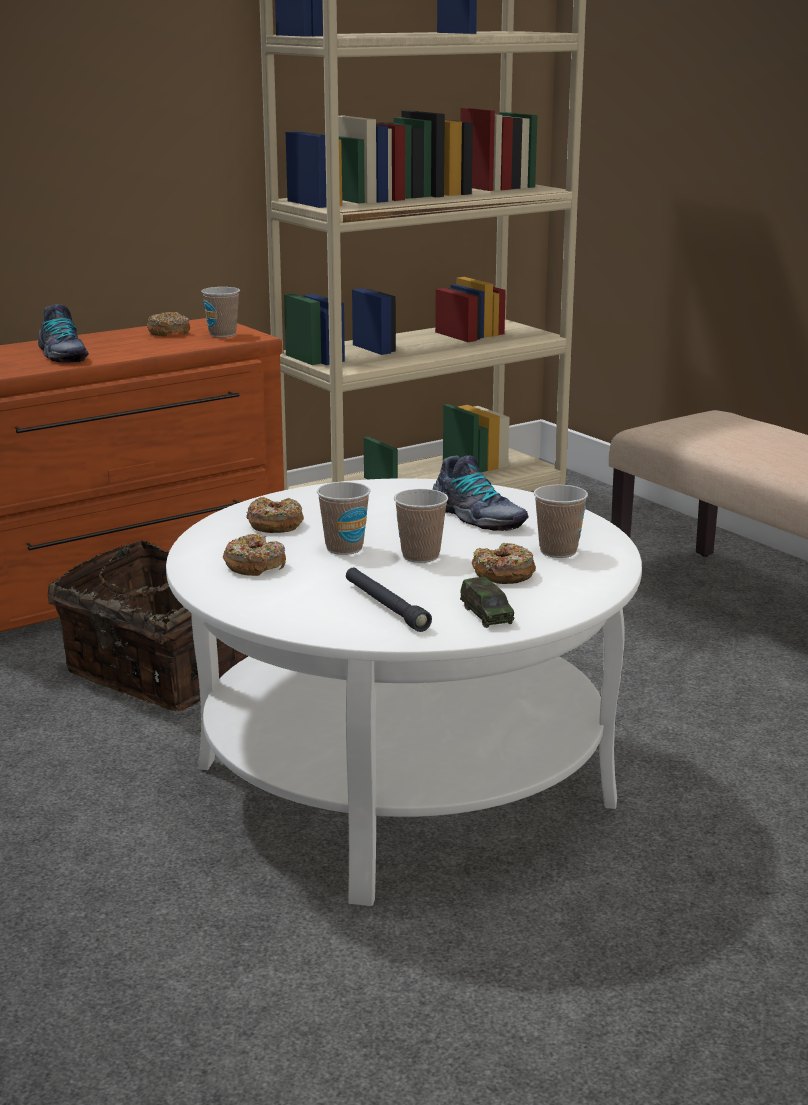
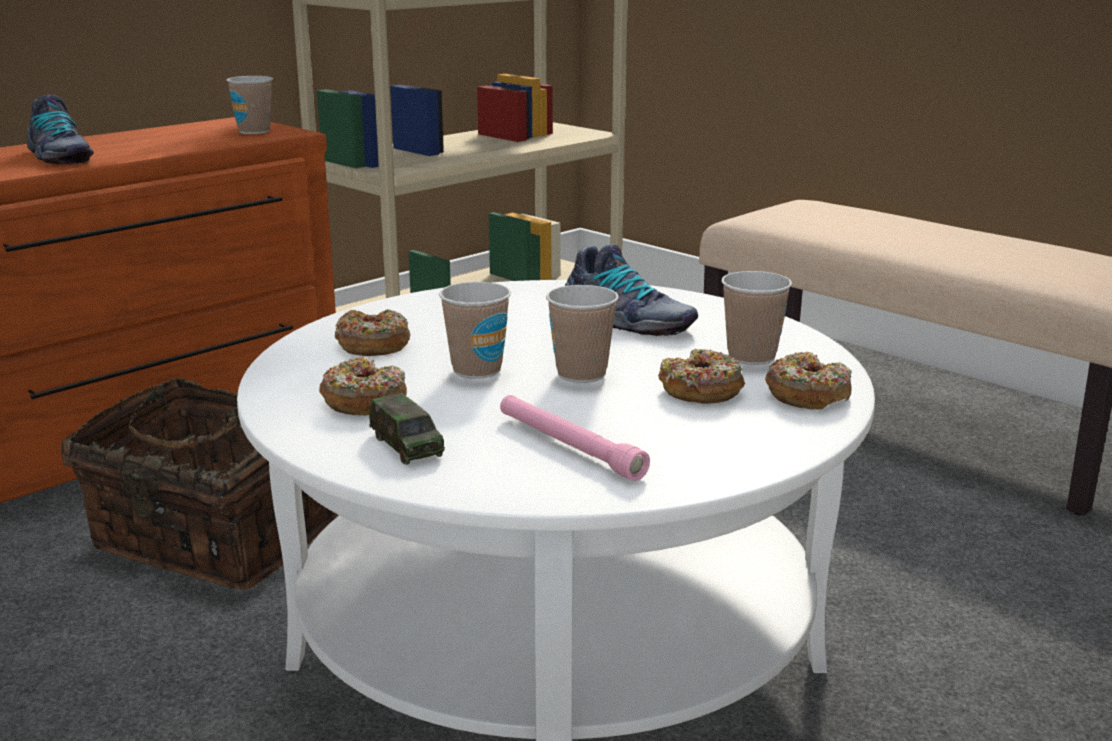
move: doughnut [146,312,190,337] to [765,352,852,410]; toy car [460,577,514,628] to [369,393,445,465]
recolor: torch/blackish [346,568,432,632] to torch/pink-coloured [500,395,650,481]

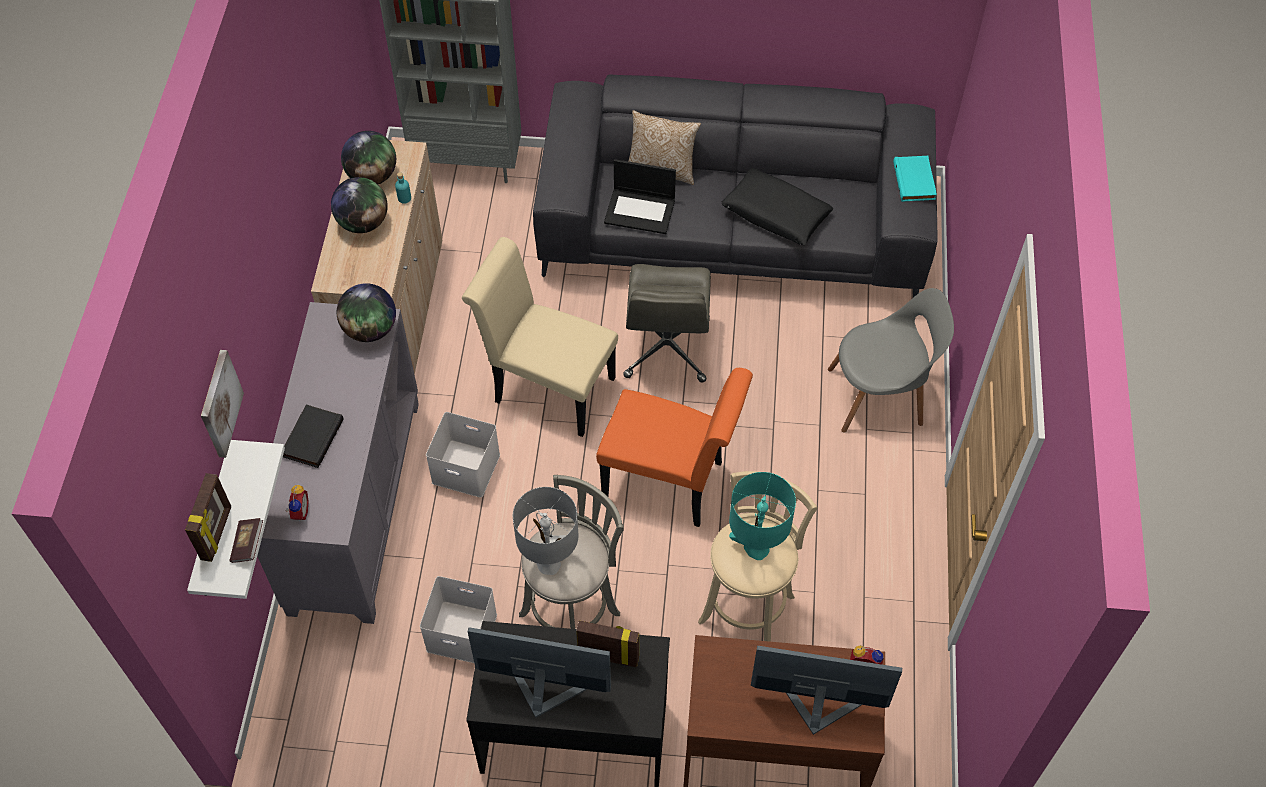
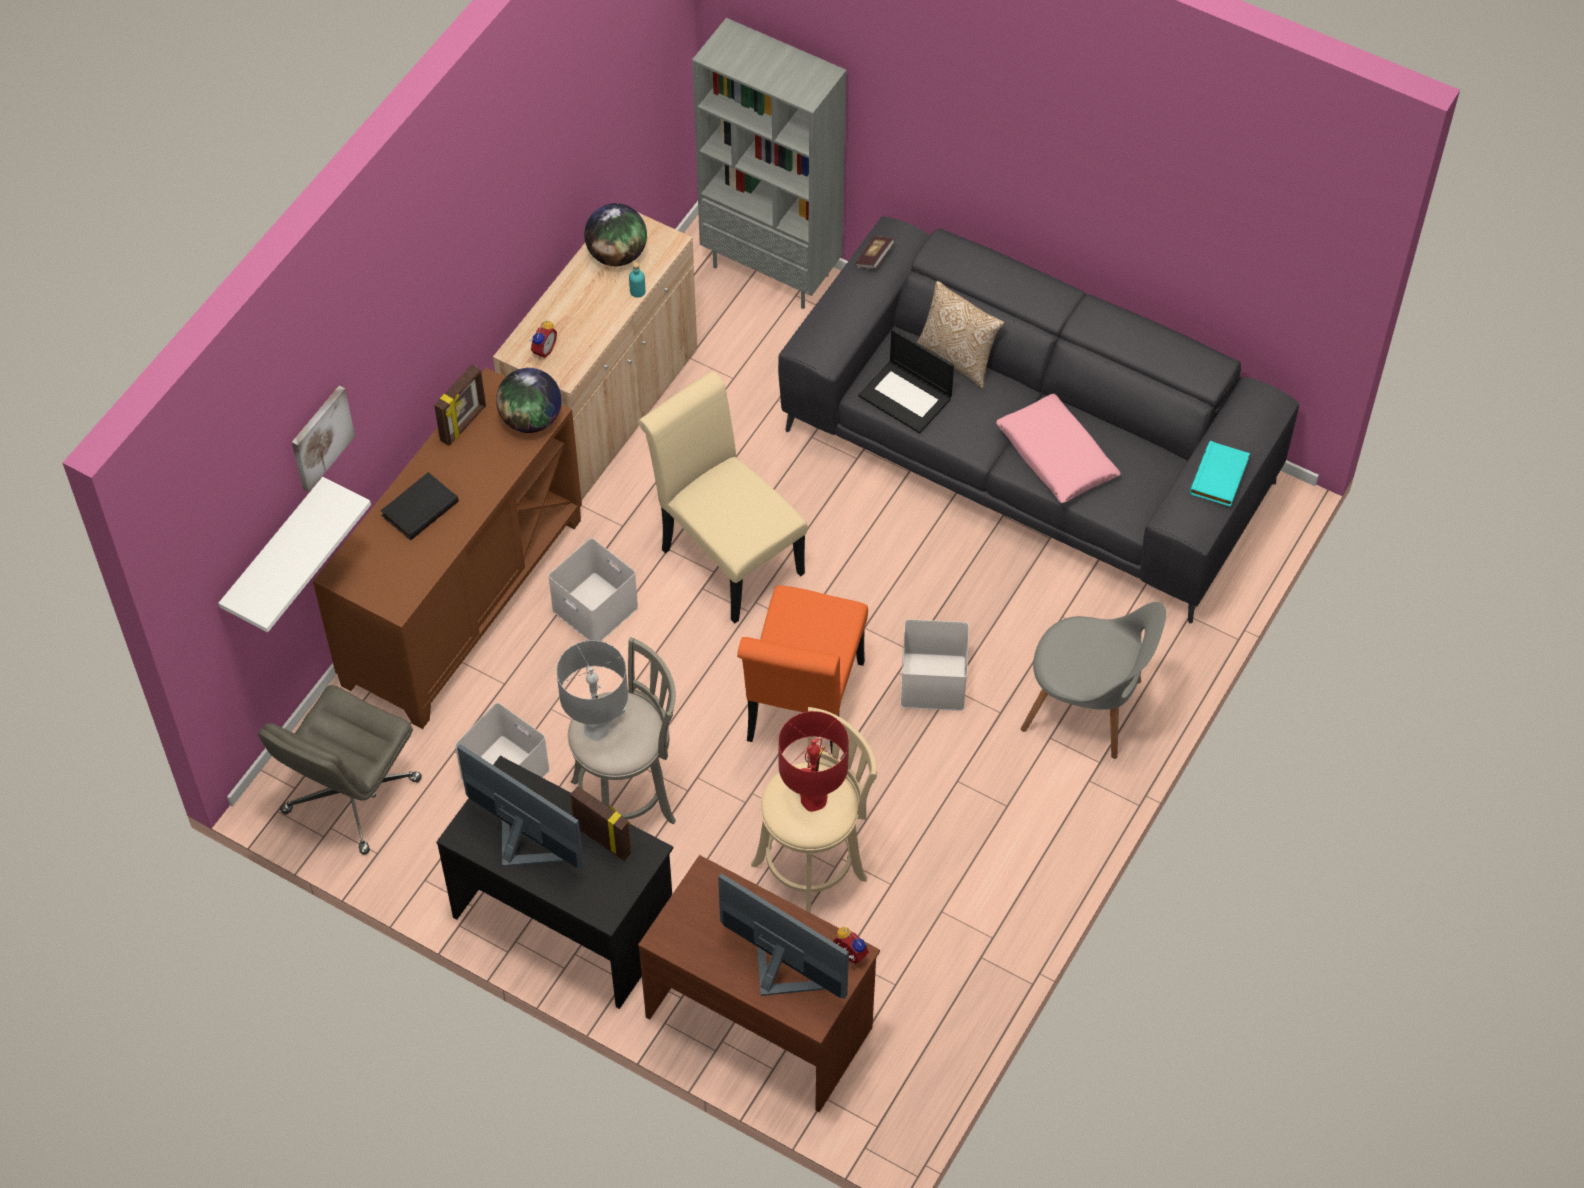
delete: desk globe [331,177,388,233]
insert: storage container/whitish [900,619,969,711]
move: standing frame [185,473,231,562] to [434,364,486,446]; bound book [230,518,263,563] to [855,236,895,269]; bedside clock [285,485,309,522] to [529,321,557,358]; desk chair/grey [623,264,711,383] to [258,685,422,855]
recolor: cabinet/grey [257,302,419,624] to cabinet/brown-coloured [313,368,582,729]; pillow/blackish [722,168,833,245] to pillow/pink-coloured [996,394,1120,503]; lamp for a table/turquoise-coloured [729,472,796,560] to lamp for a table/red-coloured [778,711,849,812]
rotate: upright chair/orange [596,368,753,527] = [737,585,868,755] 60 degrees clockwise

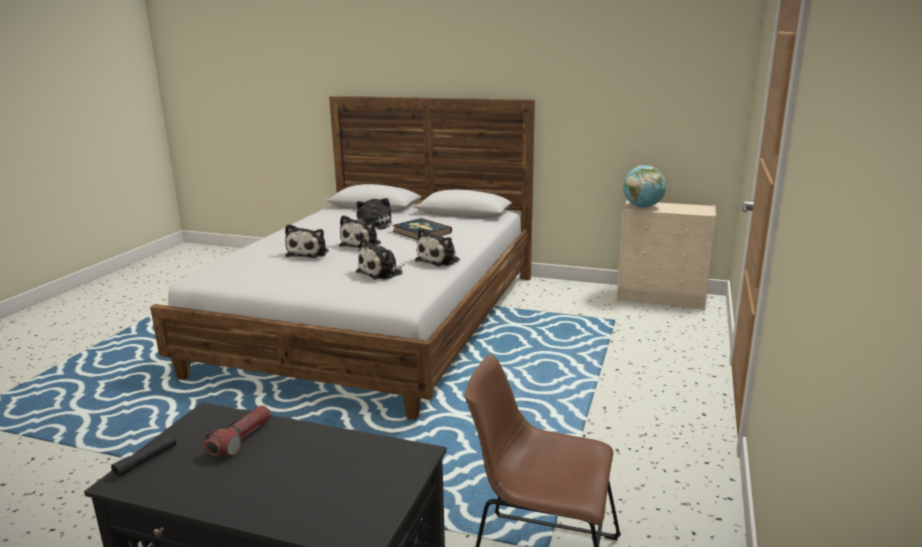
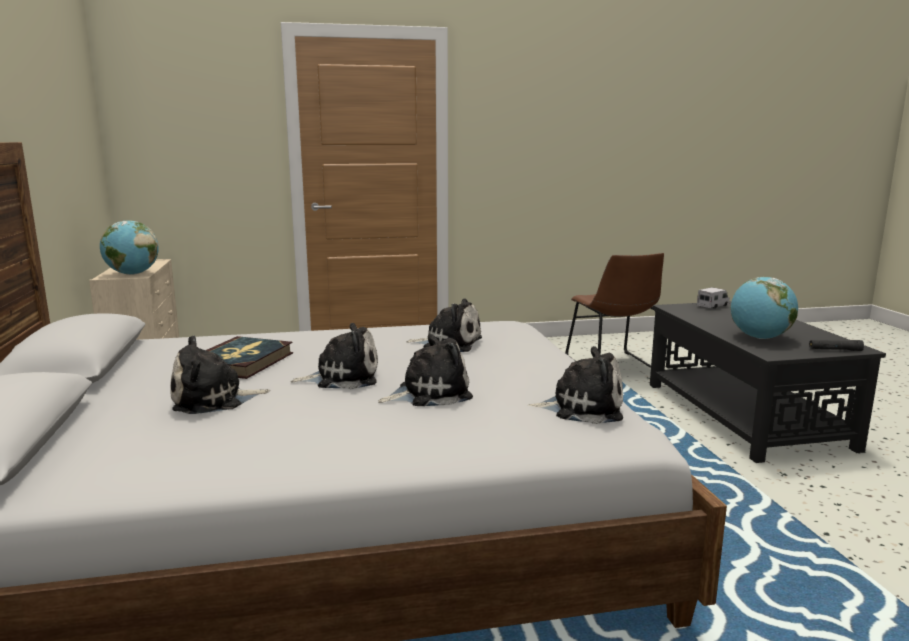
insert: toy truck [697,287,730,309]
move: cuddly toy [415,228,460,266] to [528,346,623,424]
replace: torch [204,405,271,456] to desk globe [730,277,798,339]

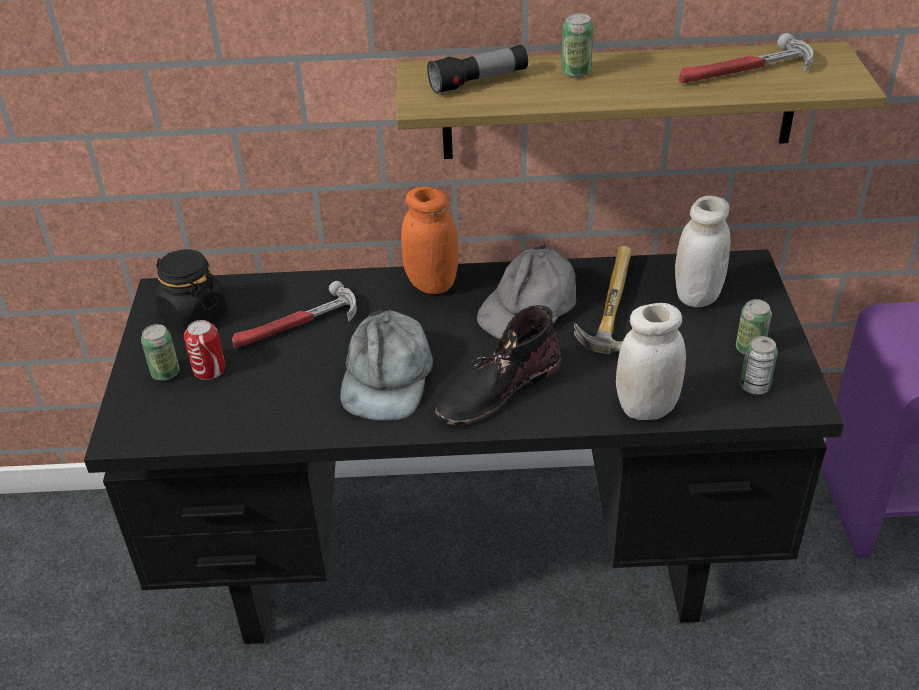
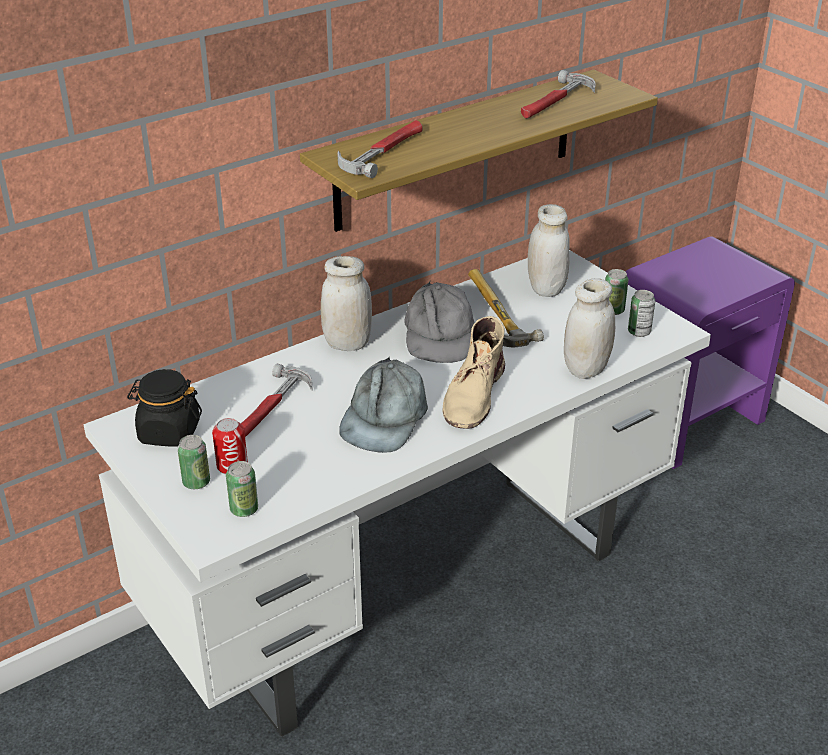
move: can [561,13,593,78] to [226,461,258,517]
replace: torch [427,45,528,94] to tool hammer [337,120,422,178]
recolor: desk/blackish [84,249,844,645] to desk/whitish [83,250,711,737]; storage jar/orange [401,186,459,294] to storage jar/whitish [321,256,372,351]; tall boot/blackish [435,305,561,425] to tall boot/sand-coloured [443,316,505,429]
rotate: cap/grey [340,308,433,421] = [339,358,428,453] 45 degrees clockwise

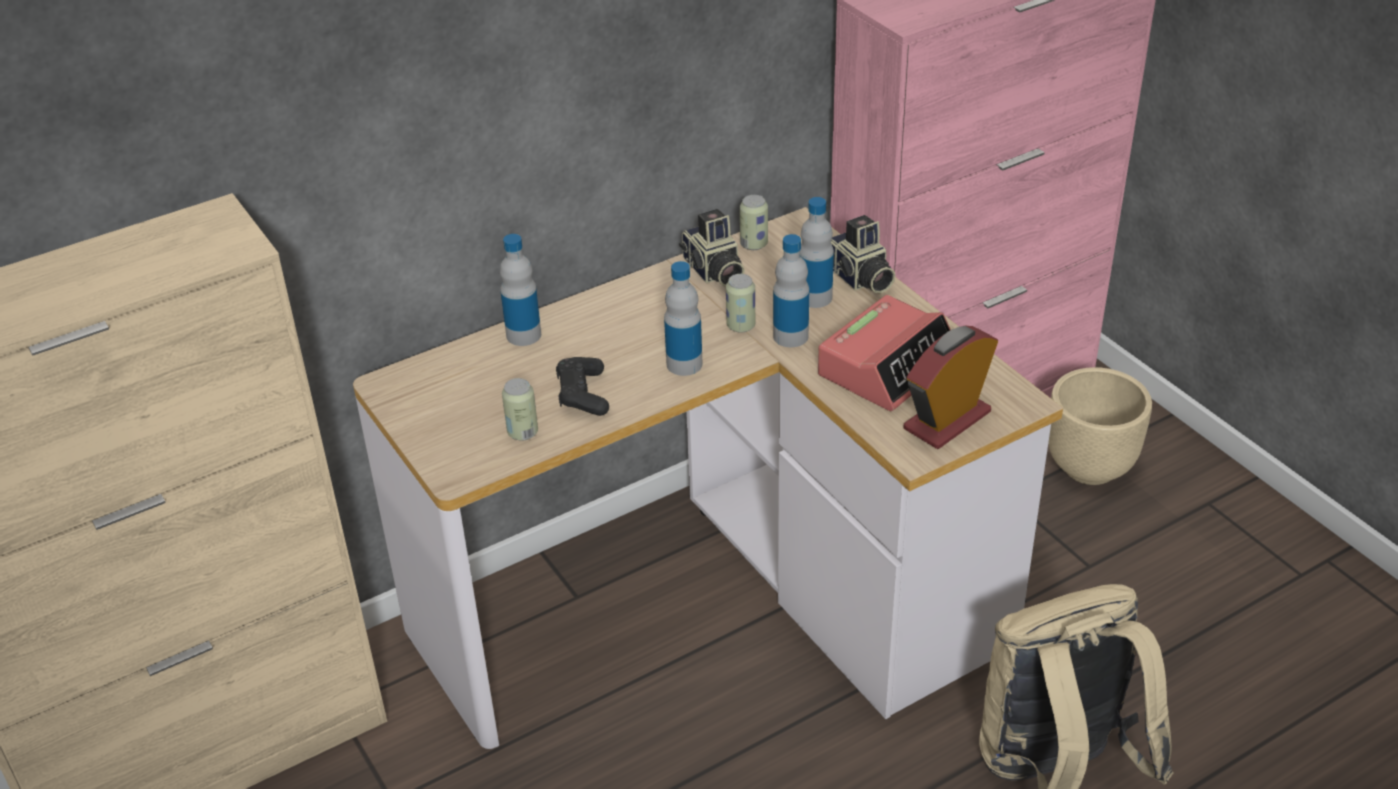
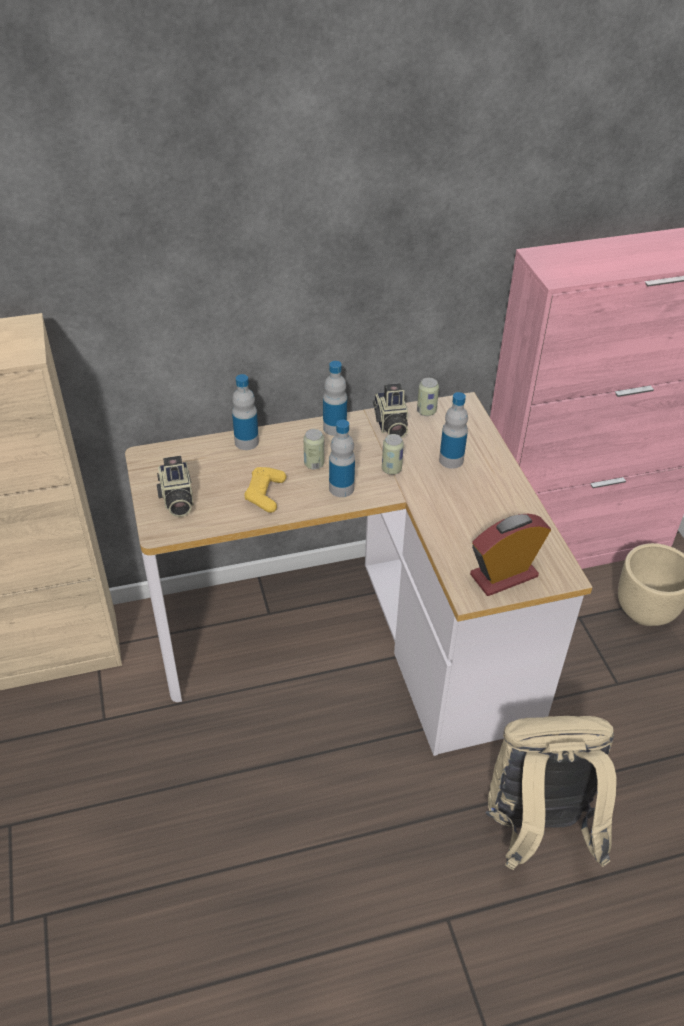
delete: bedside clock [818,295,951,411]
move: can [502,378,538,441] to [304,429,324,469]; beverage bottle [773,234,809,347] to [323,361,347,436]; still camera [831,215,896,293] to [157,456,194,517]
recolor: game controller/blackish [556,357,609,416] to game controller/yellowish [244,467,286,513]

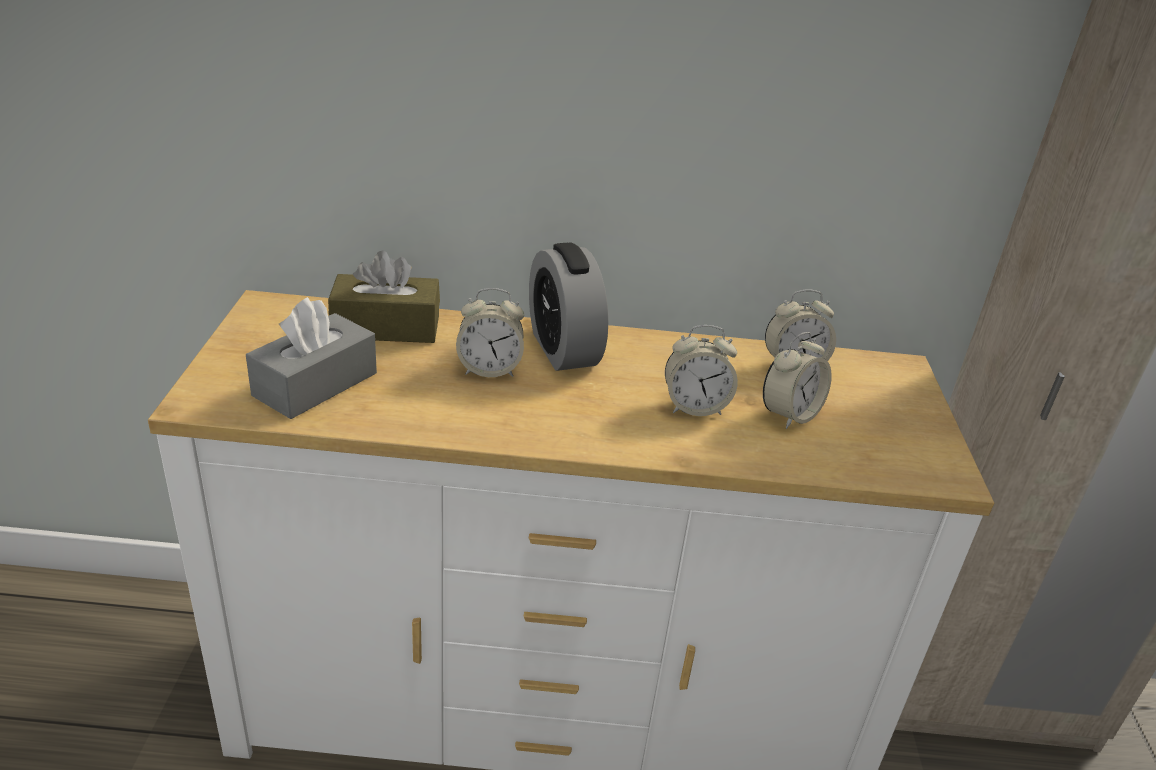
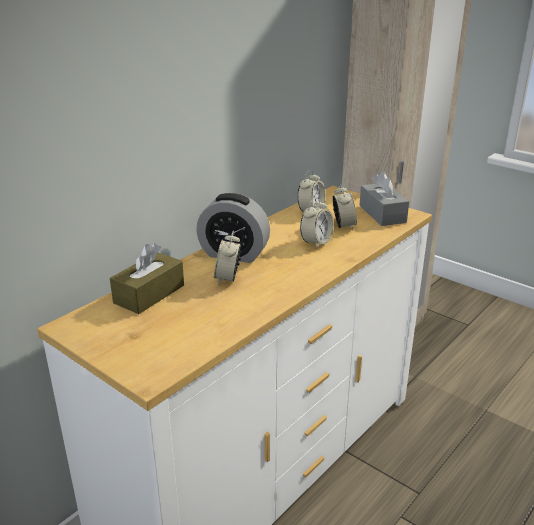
move: tissue holder/grey [246,297,377,419] to [359,172,409,226]
rotate: bedside clock [456,288,524,377] = [214,230,241,285] 150 degrees clockwise

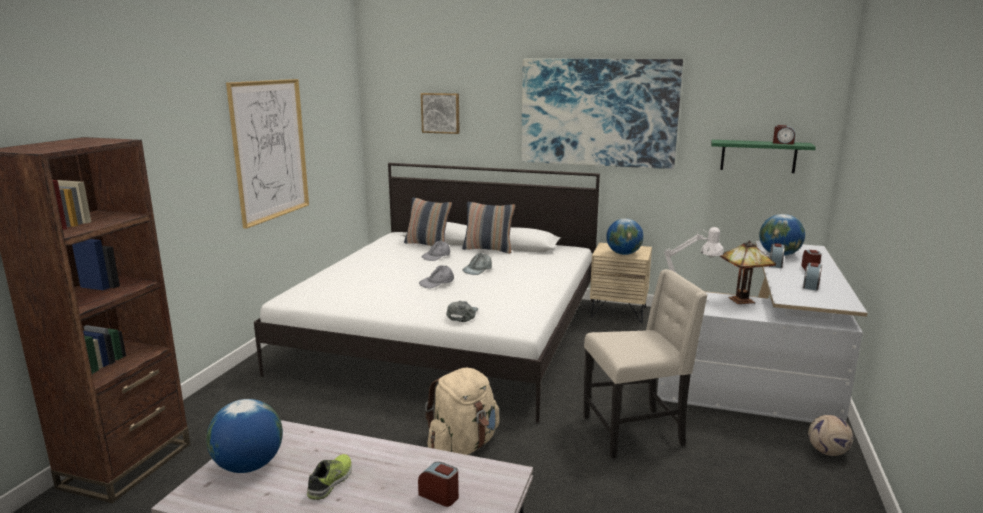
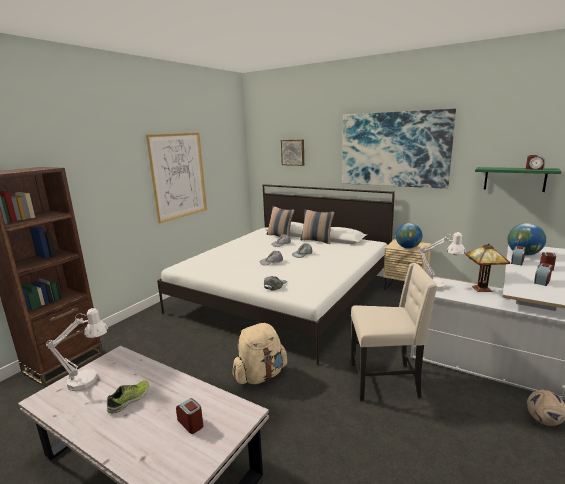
replace: desk globe [206,399,283,473] to lamp for a table/whitish [46,308,108,391]

